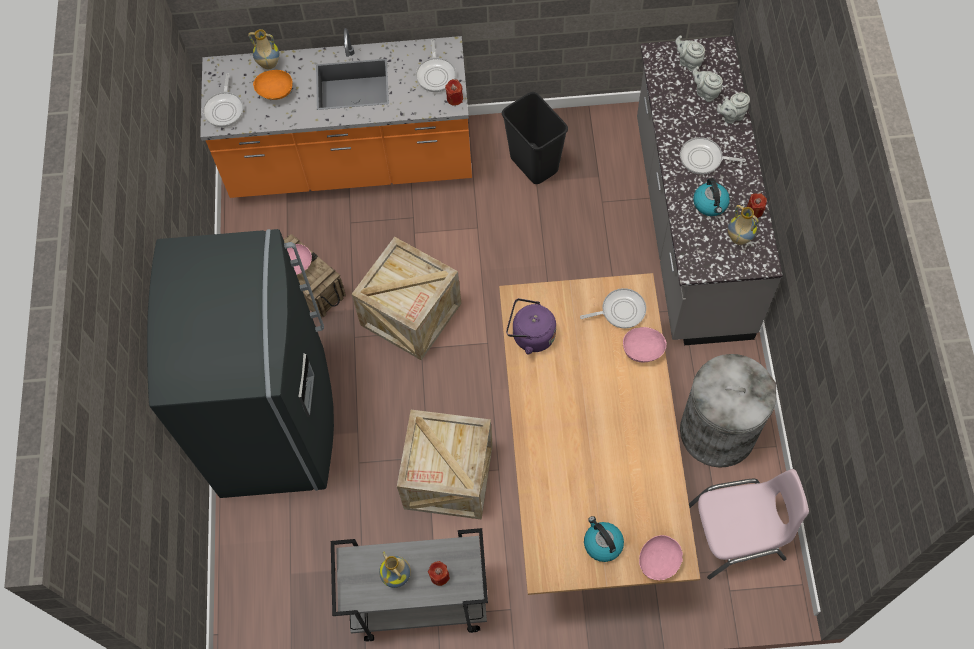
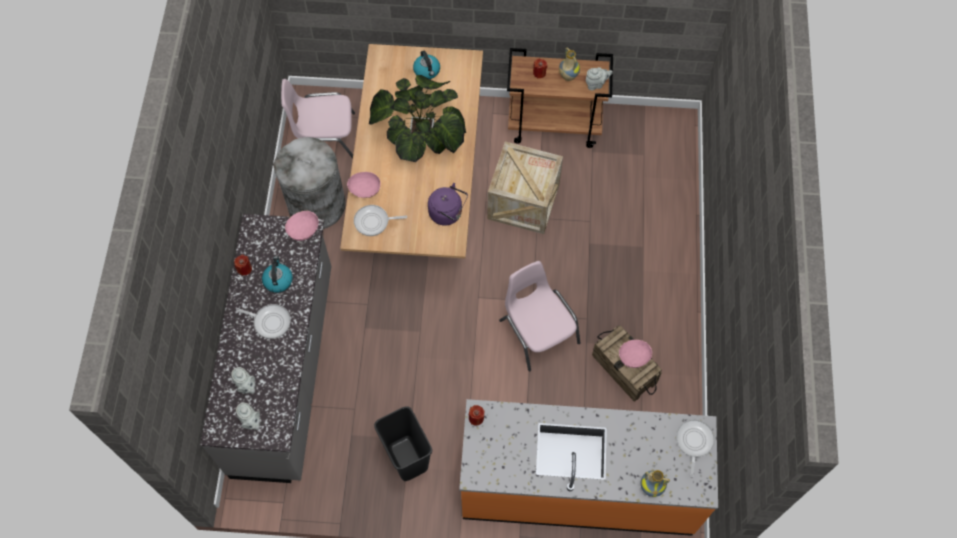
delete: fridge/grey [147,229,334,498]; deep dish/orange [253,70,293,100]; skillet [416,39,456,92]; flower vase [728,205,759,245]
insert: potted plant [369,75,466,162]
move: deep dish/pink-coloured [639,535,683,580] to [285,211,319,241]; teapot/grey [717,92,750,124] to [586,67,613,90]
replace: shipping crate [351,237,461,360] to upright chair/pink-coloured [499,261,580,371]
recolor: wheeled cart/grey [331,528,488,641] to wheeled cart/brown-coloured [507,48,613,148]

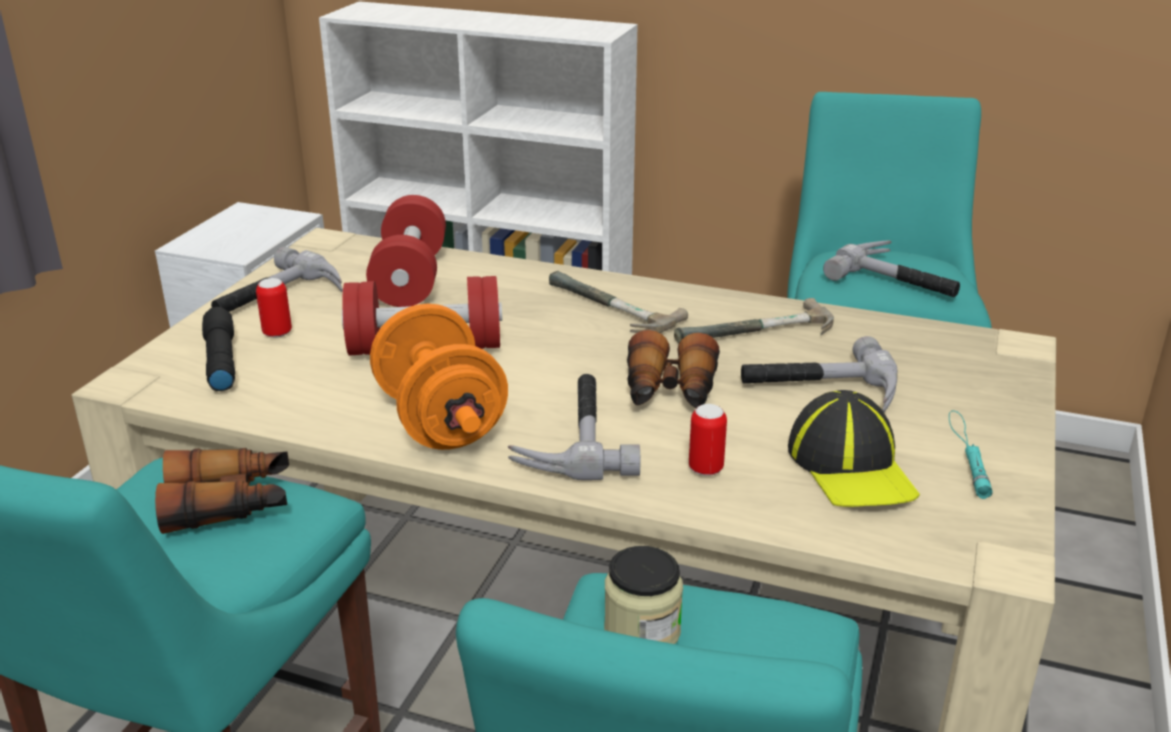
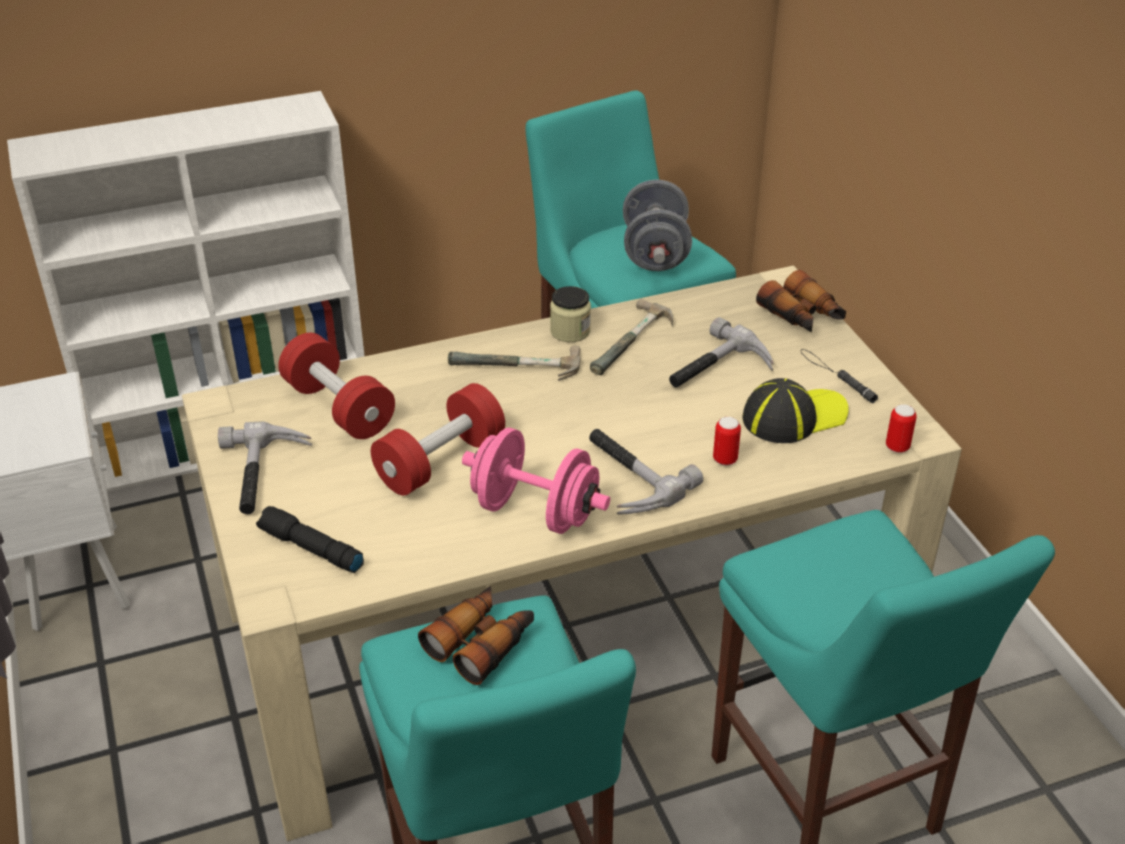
move: can [256,278,292,338] to [886,404,917,453]; storage jar [604,546,683,644] to [550,286,591,342]; binoculars [627,330,720,408] to [756,270,846,333]
replace: tool hammer [823,241,960,297] to free weight/grey [623,180,692,271]
recolor: free weight/orange [370,304,508,450] to free weight/pink-coloured [462,428,610,534]; torch/turquoise-coloured [949,410,992,499] to torch/blackish [801,349,878,403]
rotate: cap [788,390,920,507] = [743,378,848,443] 60 degrees counterclockwise

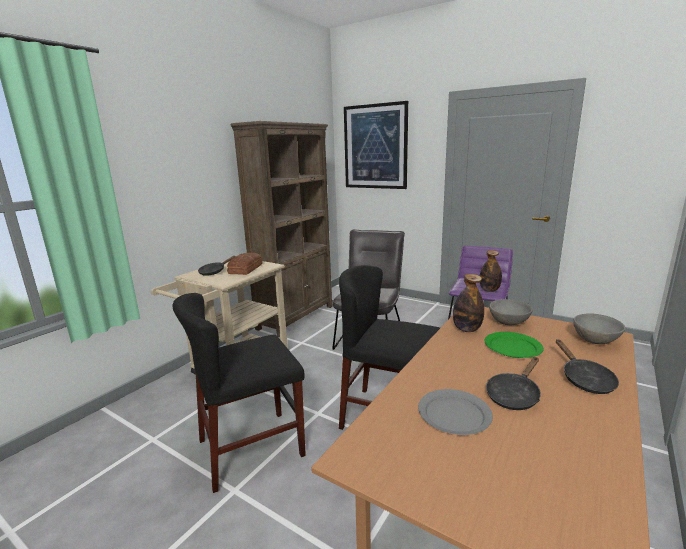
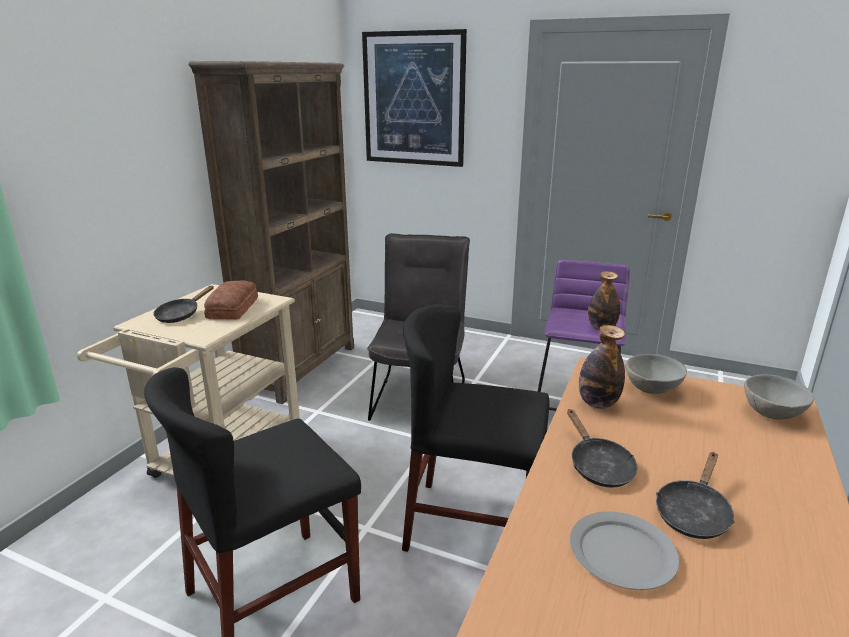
delete: flat dish/green-coloured [484,332,544,358]
move: skillet/blackish [556,339,619,394] to [567,409,638,488]

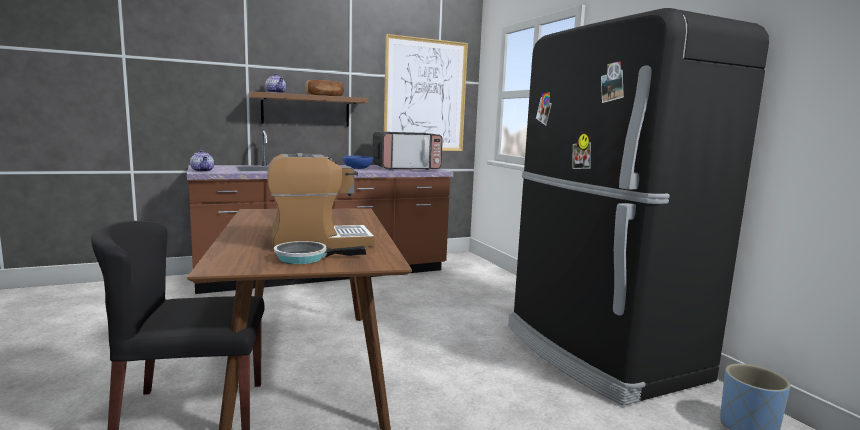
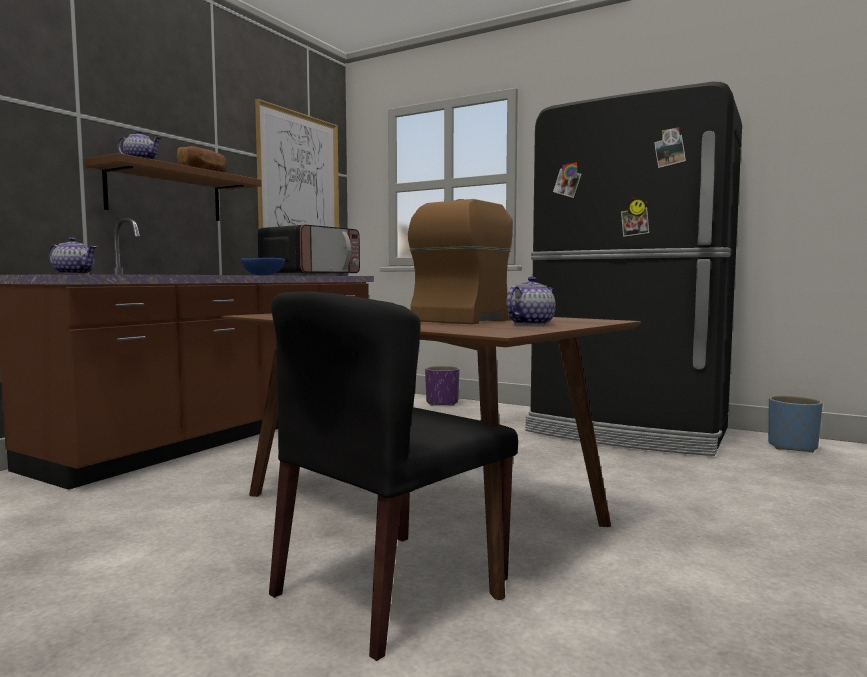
insert: planter/purplish [425,366,460,406]
replace: skillet [274,241,366,264] to teapot [506,277,556,325]

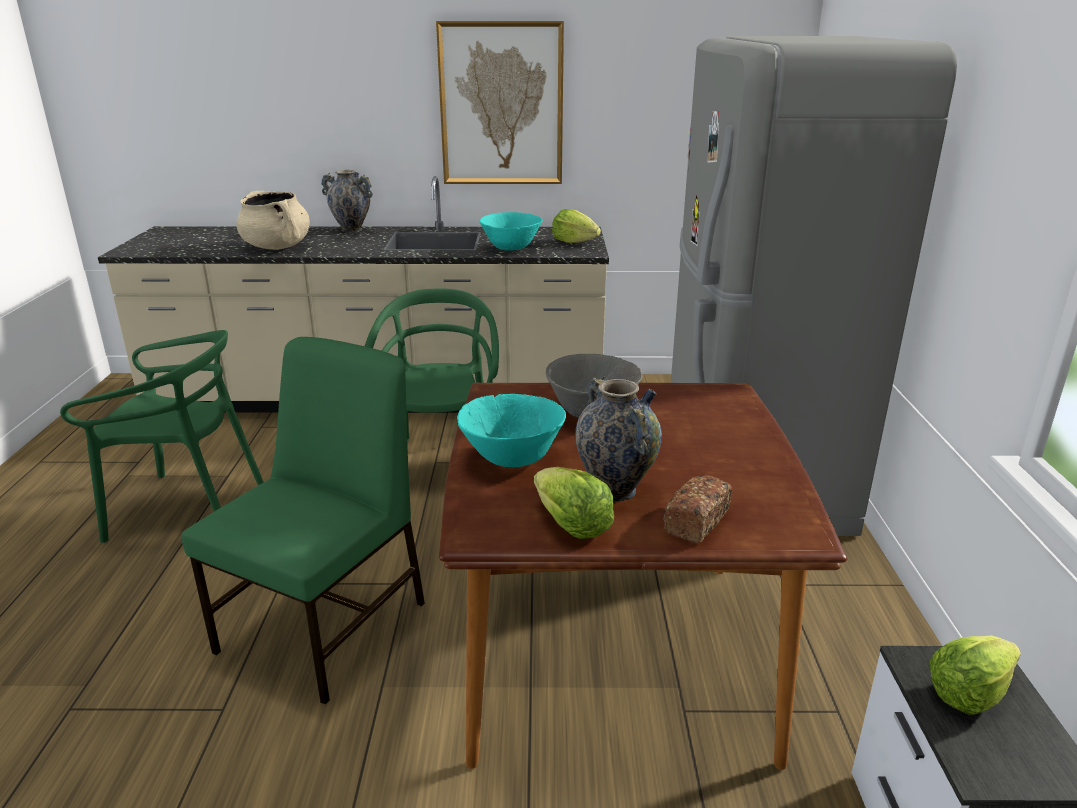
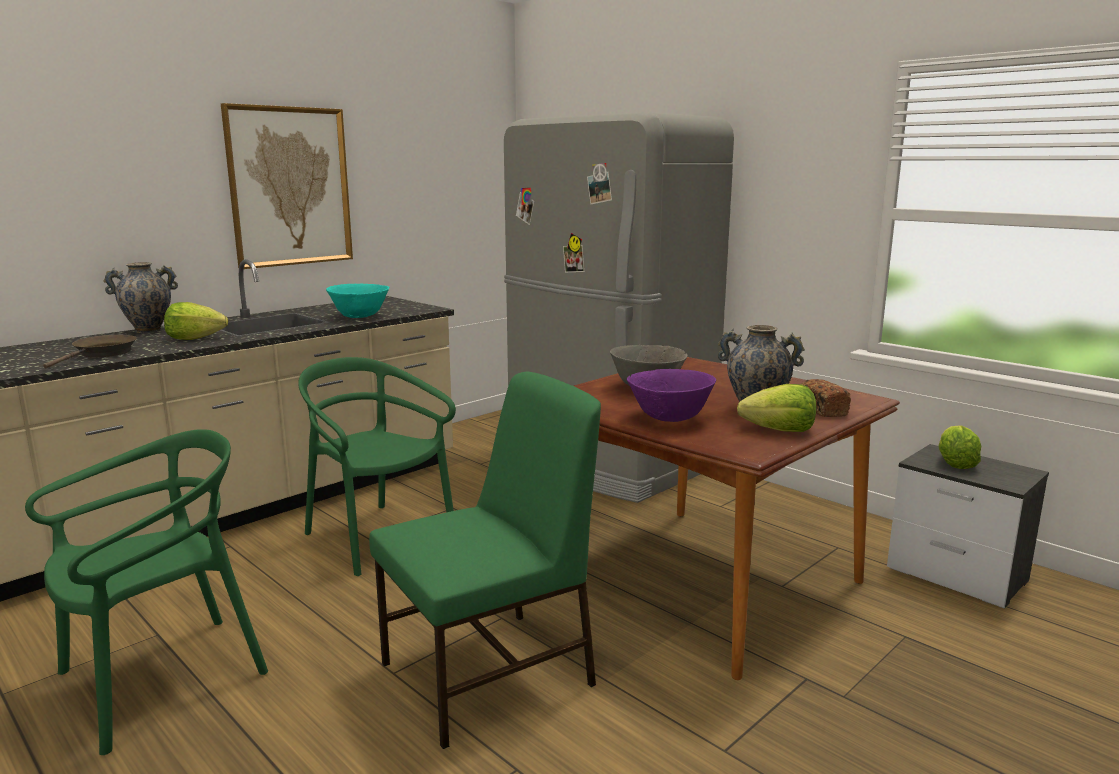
move: head of lettuce [552,209,601,243] to [164,302,228,340]
replace: cooking pot/sand-coloured [236,191,310,250] to skillet/brown-coloured [43,335,137,368]
recolor: deep dish/turquoise-coloured [457,394,566,467] to deep dish/purplish [627,369,716,422]
rotate: upright chair/green-coloured [182,337,425,705] = [369,372,601,749] 75 degrees clockwise

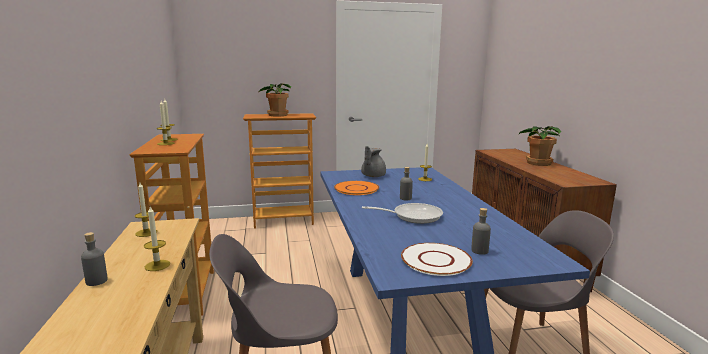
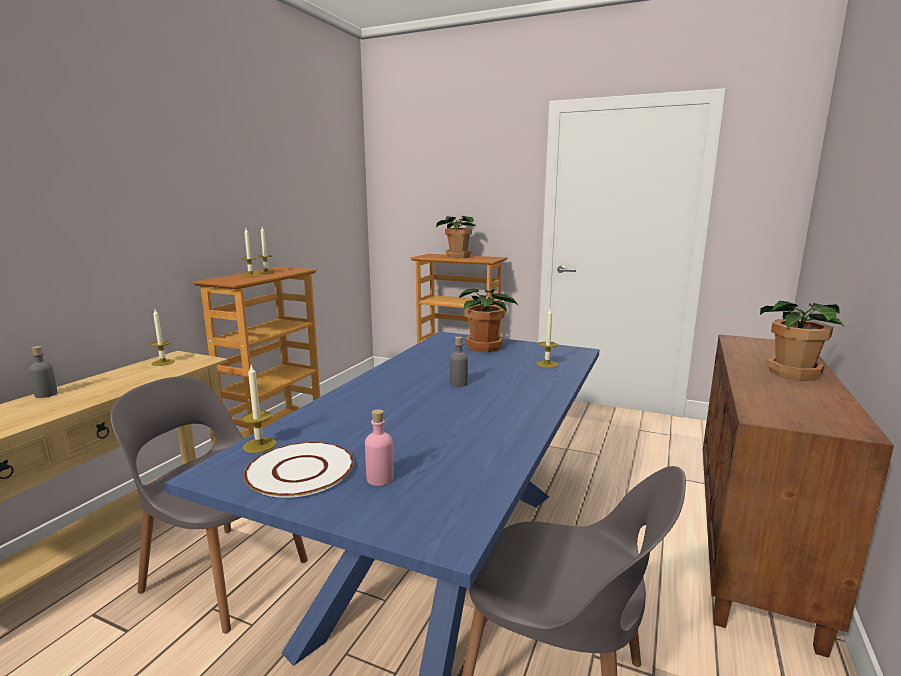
delete: flat dish/orange [334,181,379,195]; skillet [362,203,443,224]
move: candle [144,207,170,271] to [242,365,276,453]
replace: teapot/grey [361,146,386,177] to potted plant [459,288,519,352]
recolor: beverage bottle/grey [471,208,491,255] to beverage bottle/pink-coloured [365,409,394,486]

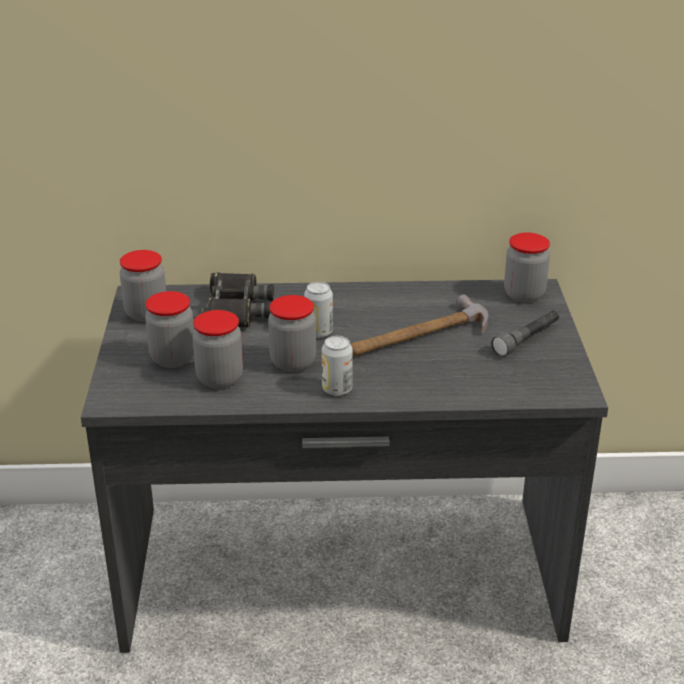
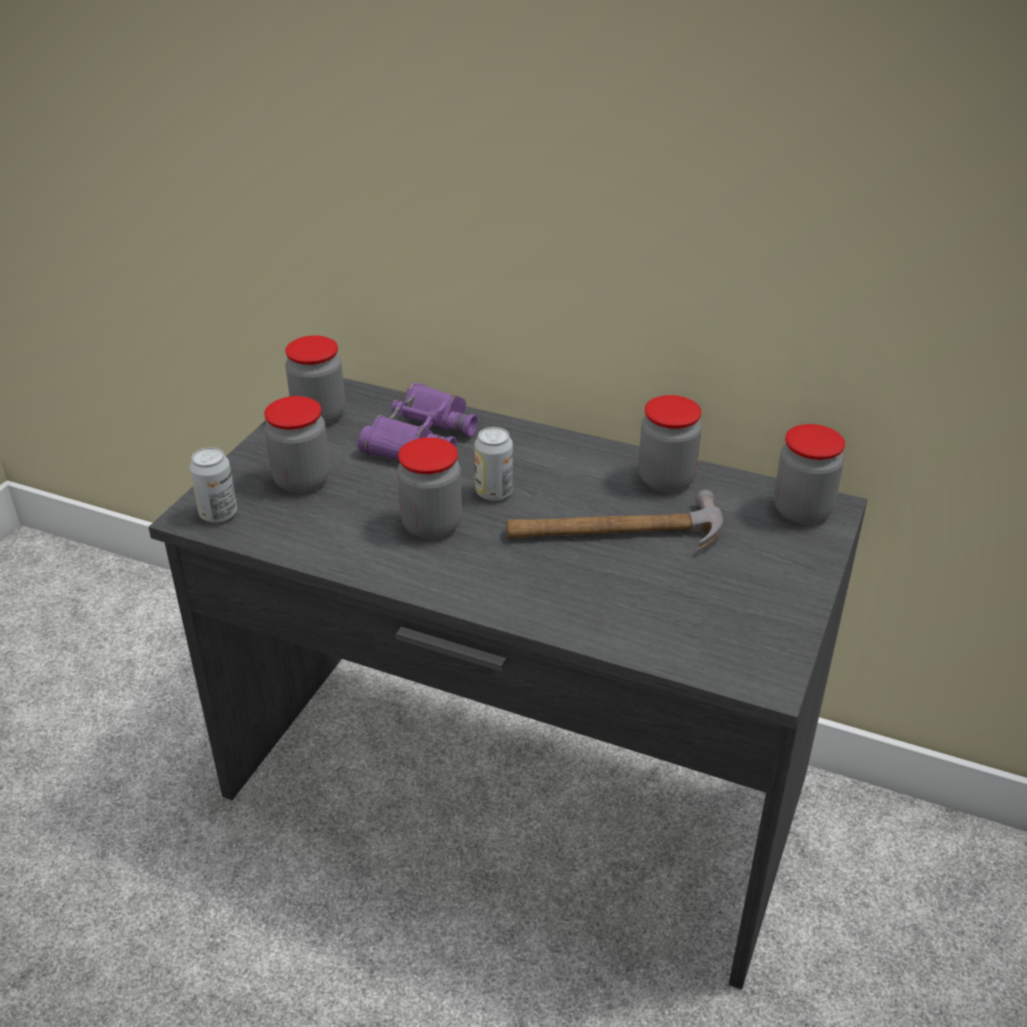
delete: torch/grey [491,311,559,357]
move: storage jar [192,310,243,389] to [638,395,702,492]; can [322,336,353,396] to [189,447,237,523]
recolor: binoculars/blackish [201,272,274,327] to binoculars/purplish [358,383,478,460]

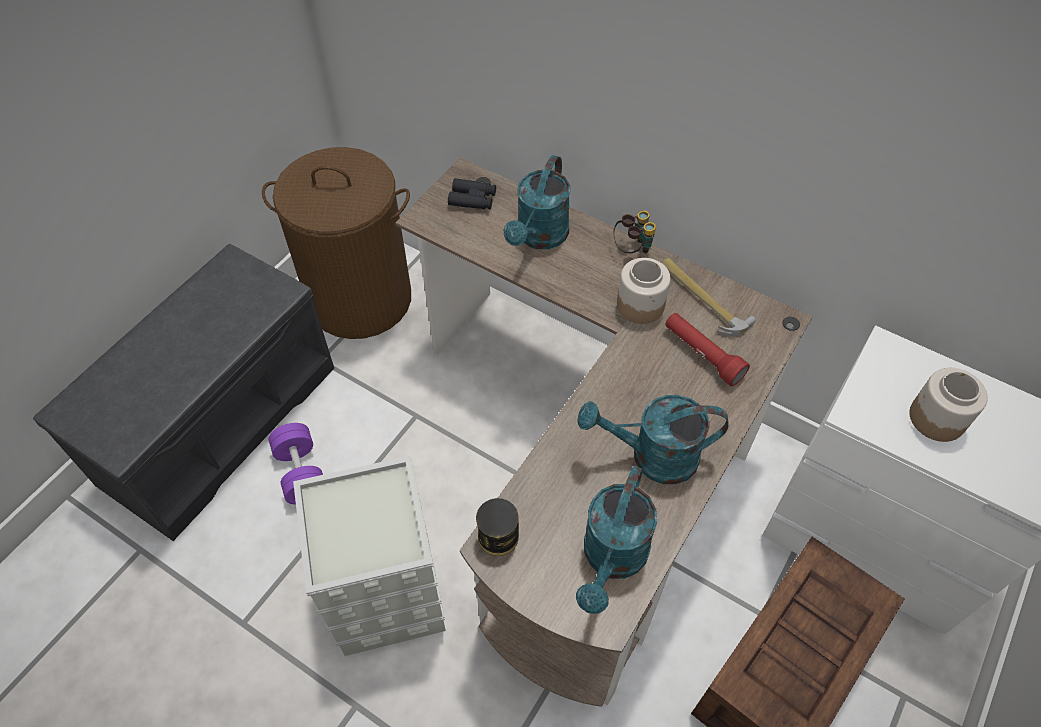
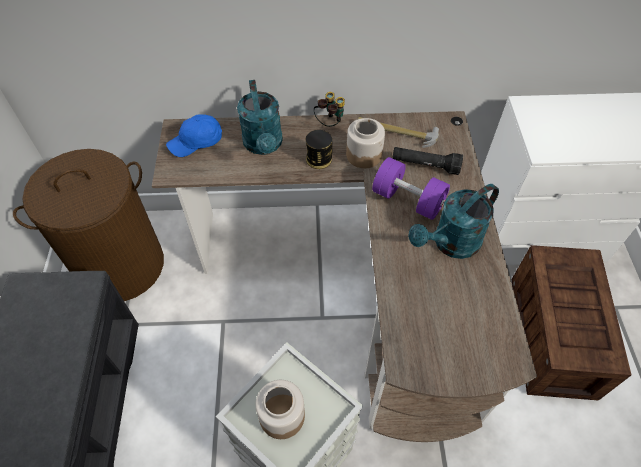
delete: watering can/turquoise-coloured [576,466,657,614]
move: free weight/purplish [269,423,323,505] to [372,157,450,220]; can [476,498,519,556] to [306,130,332,169]; storage jar [909,368,988,442] to [255,380,305,439]
replace: binoculars/blackish [448,178,496,209] to cap/blue-coloured [166,114,222,157]
recolor: torch/red-coloured [665,313,750,386] to torch/blackish [392,147,463,175]

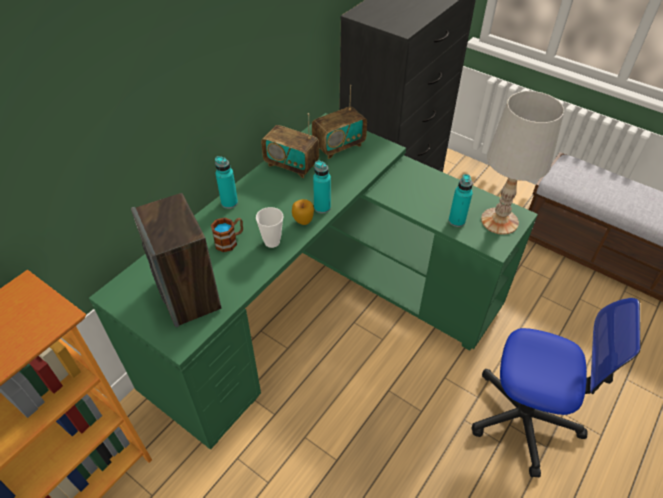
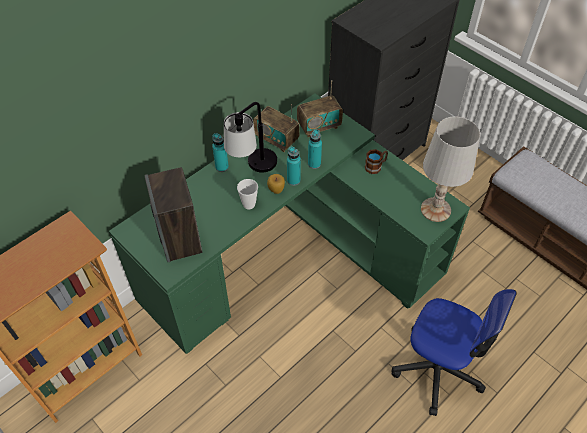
insert: lamp for a table [224,102,277,173]
move: tea mug [211,218,243,252] to [365,149,388,174]; beverage bottle/turquoise-coloured [449,174,473,227] to [308,129,322,169]

